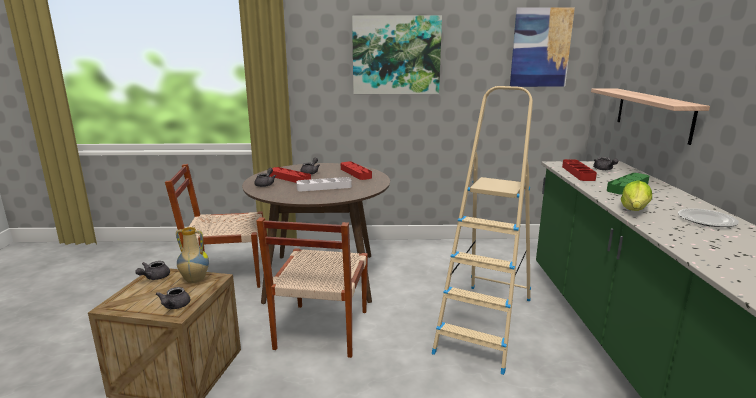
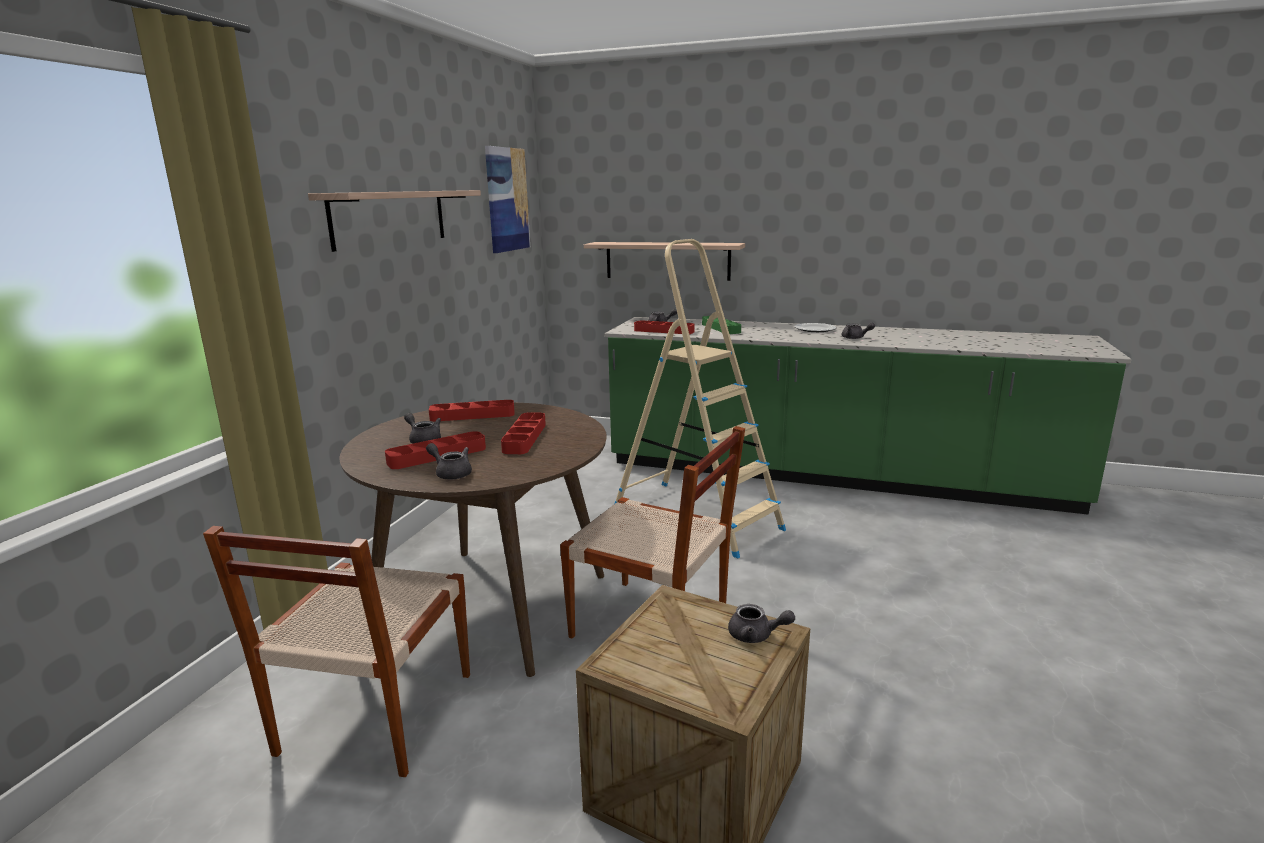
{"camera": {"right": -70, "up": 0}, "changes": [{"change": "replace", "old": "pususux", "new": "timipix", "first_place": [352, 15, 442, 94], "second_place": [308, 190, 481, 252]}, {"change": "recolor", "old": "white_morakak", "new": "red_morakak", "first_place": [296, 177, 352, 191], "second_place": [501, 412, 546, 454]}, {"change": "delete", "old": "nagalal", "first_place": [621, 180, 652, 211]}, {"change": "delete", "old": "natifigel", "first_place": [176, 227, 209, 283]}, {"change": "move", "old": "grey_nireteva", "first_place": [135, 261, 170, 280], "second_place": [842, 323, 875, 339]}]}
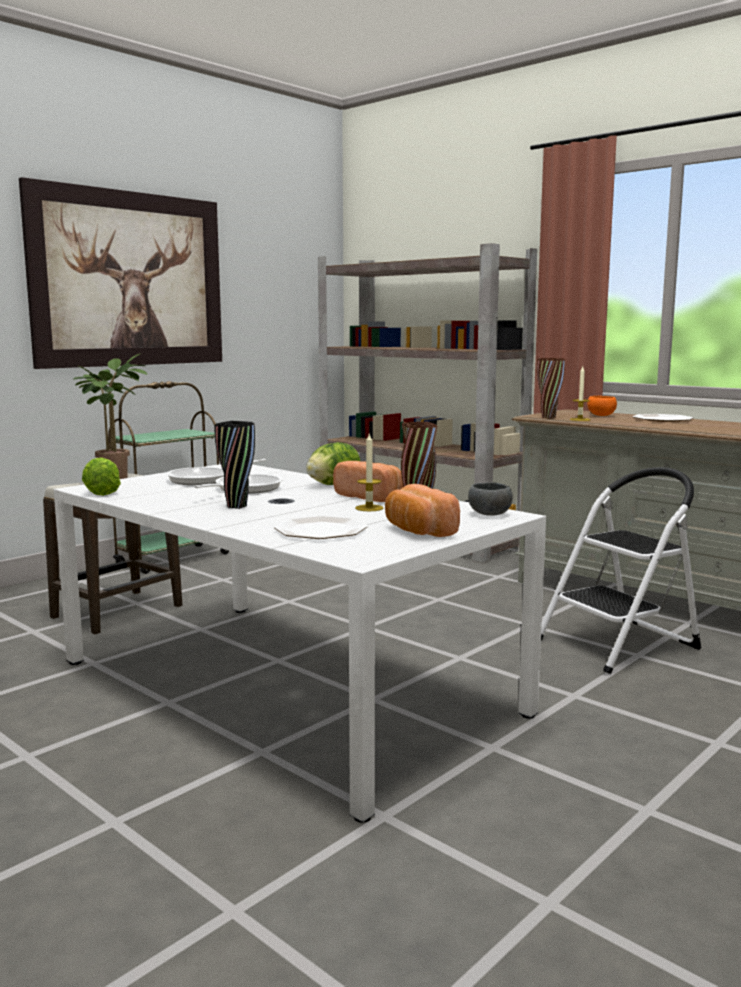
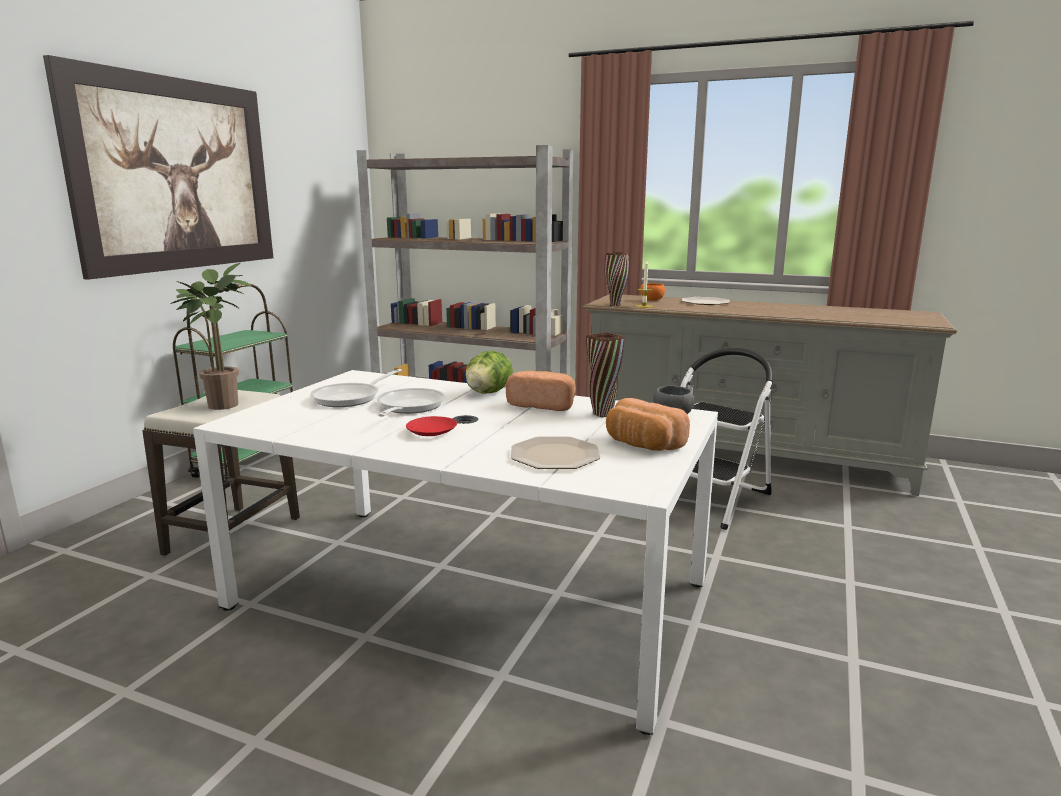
{"camera": {"right": -20, "up": 5}, "changes": [{"change": "replace", "old": "black_natifigel", "new": "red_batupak", "first_place": [215, 421, 255, 509], "second_place": [406, 416, 457, 436]}, {"change": "delete", "old": "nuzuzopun", "first_place": [355, 432, 383, 511]}, {"change": "delete", "old": "nagalal", "first_place": [82, 457, 121, 496]}]}
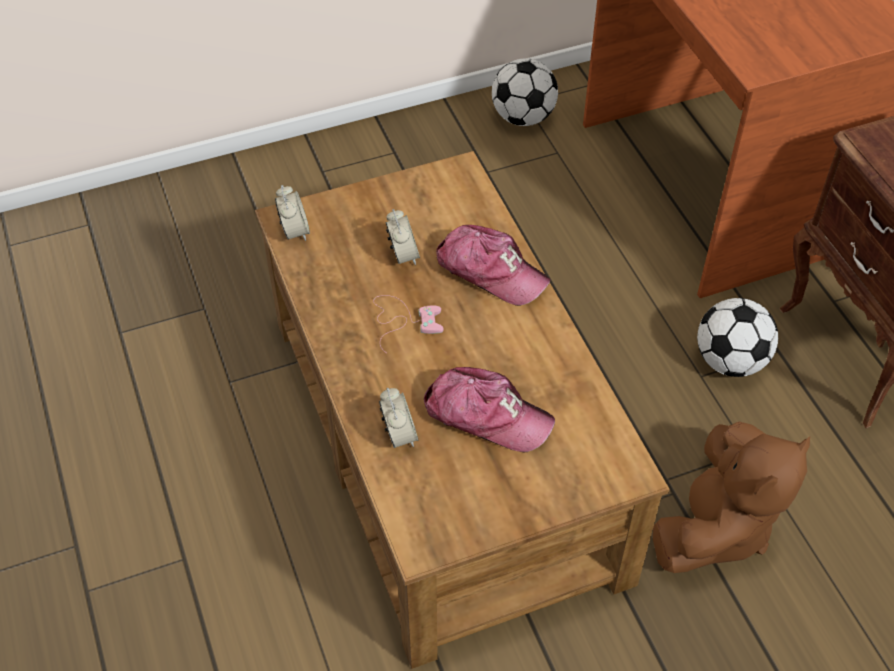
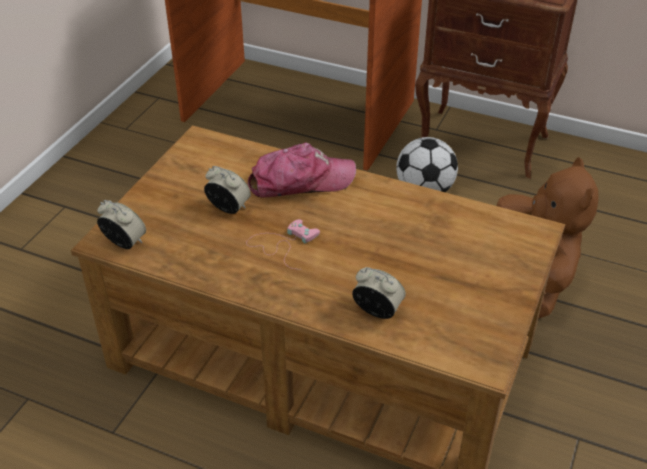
{"camera": {"right": -45, "up": -10}, "changes": [{"change": "delete", "old": "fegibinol", "first_place": [492, 58, 558, 126]}, {"change": "delete", "old": "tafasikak", "first_place": [424, 367, 555, 452]}]}
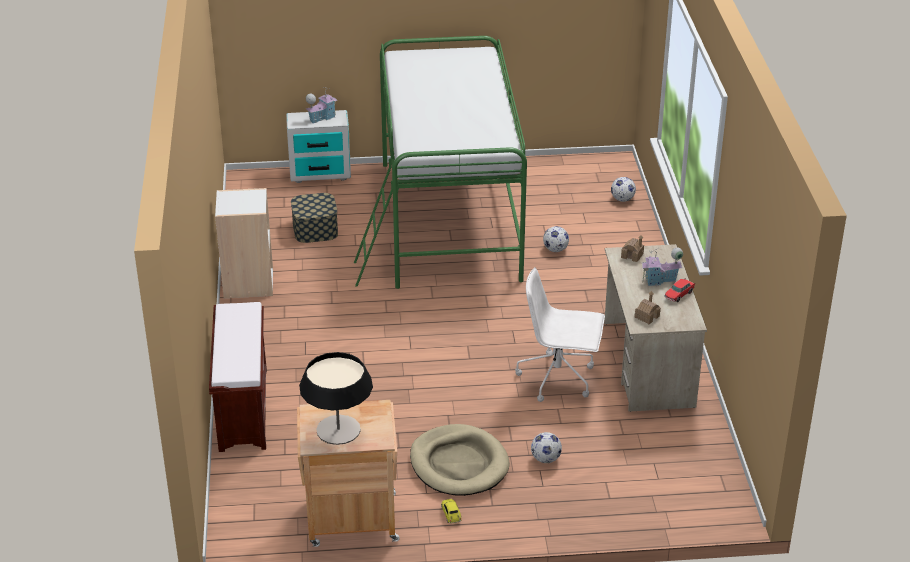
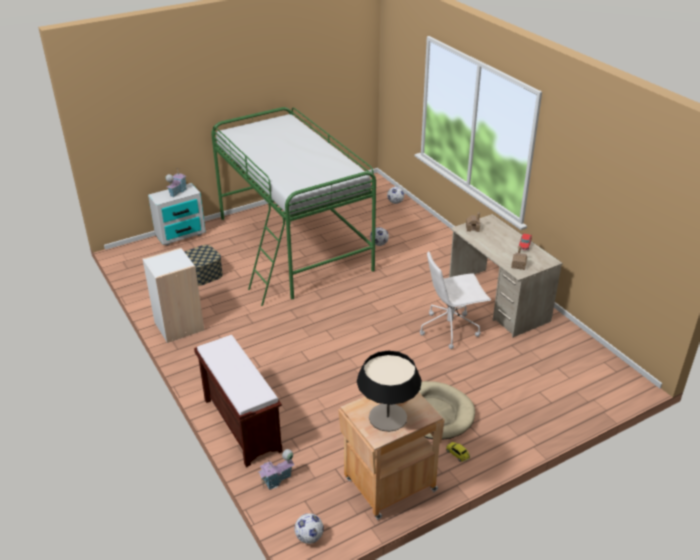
{"camera": {"right": -25, "up": 0}, "changes": [{"change": "move", "old": "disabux", "first_place": [642, 247, 683, 286], "second_place": [257, 449, 294, 490]}, {"change": "move", "old": "fegibinol", "first_place": [531, 432, 562, 463], "second_place": [294, 513, 324, 544]}]}
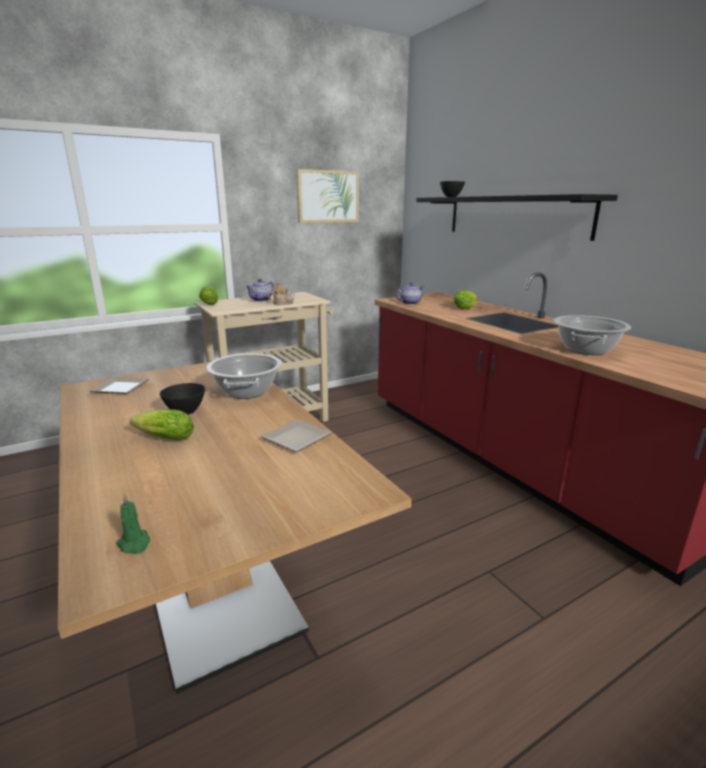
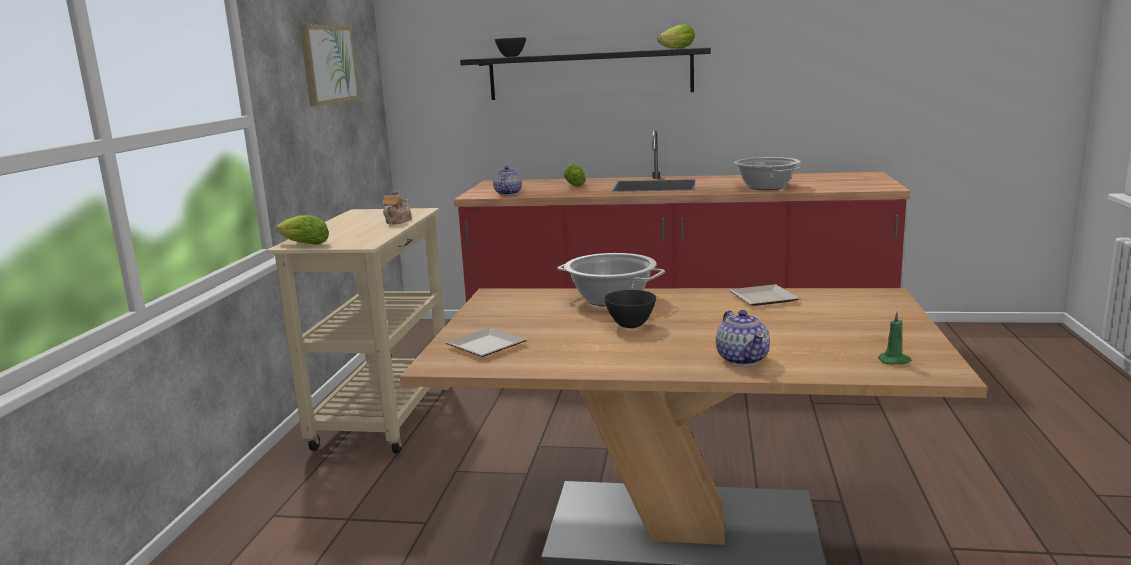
{"camera": {"right": -50, "up": -5}, "changes": [{"change": "move", "old": "nireteva", "first_place": [246, 279, 274, 302], "second_place": [716, 310, 770, 366]}, {"change": "move", "old": "nagalal", "first_place": [129, 409, 194, 440], "second_place": [657, 24, 695, 49]}]}
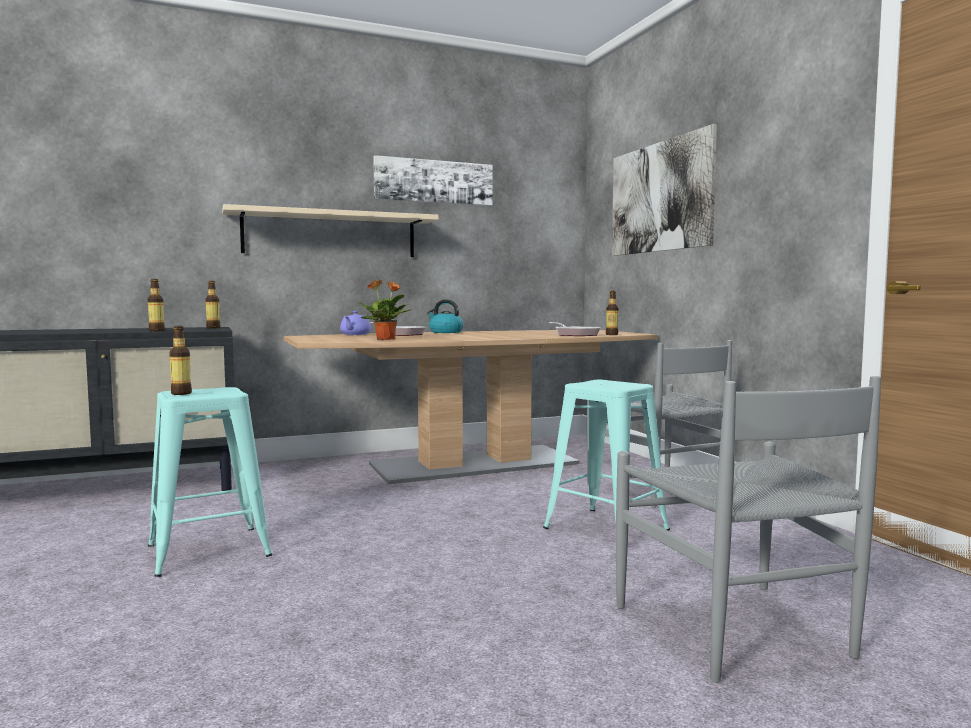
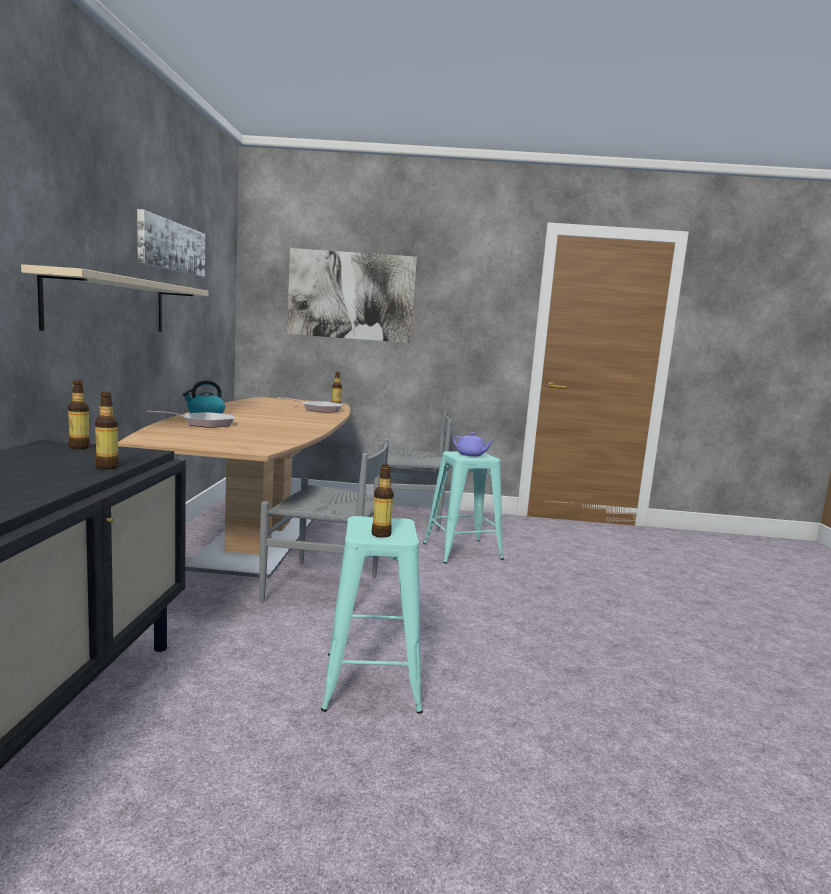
{"camera": {"right": -65, "up": 5}, "changes": [{"change": "delete", "old": "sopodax", "first_place": [359, 280, 412, 340]}, {"change": "move", "old": "purple_nireteva", "first_place": [340, 311, 371, 335], "second_place": [453, 432, 494, 457]}, {"change": "move", "old": "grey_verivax", "first_place": [616, 376, 881, 682], "second_place": [259, 439, 389, 611]}]}
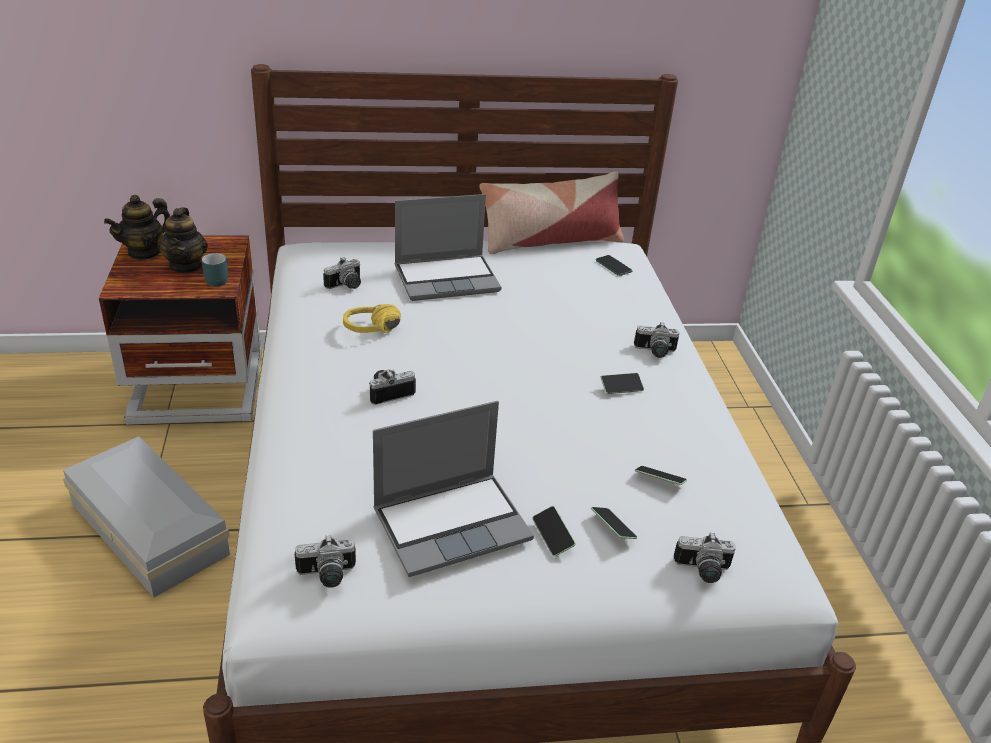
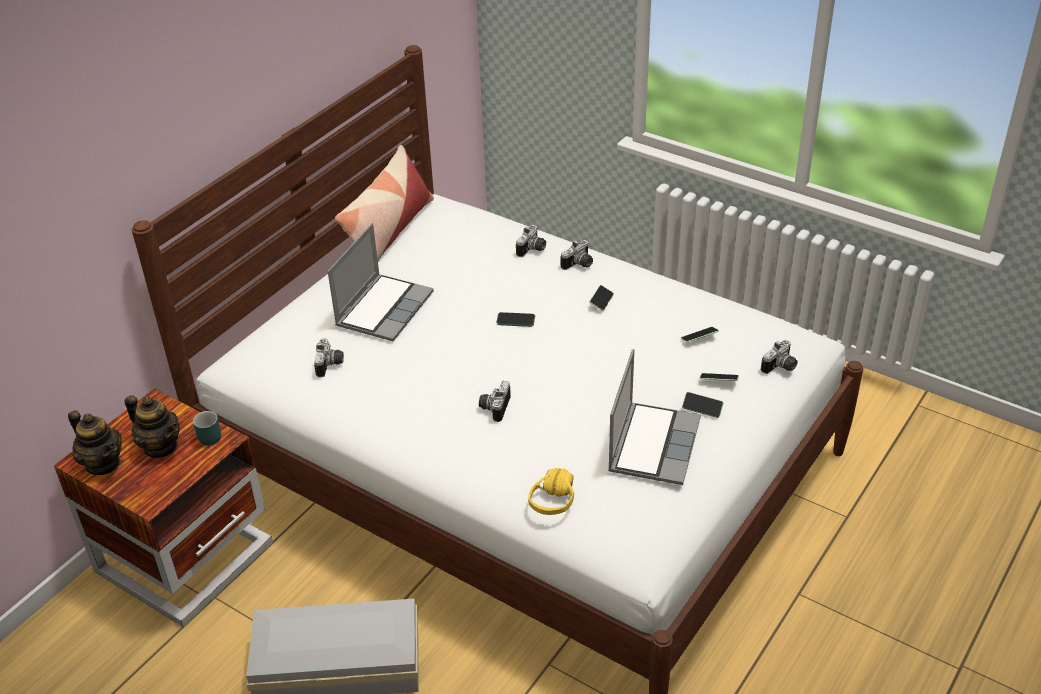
{"camera": {"right": -45, "up": 5}, "changes": [{"change": "rotate", "old": "nireteva", "first_place": [104, 195, 170, 260], "second_place": [68, 410, 122, 475], "degrees": -45}, {"change": "move", "old": "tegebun", "first_place": [596, 255, 632, 276], "second_place": [496, 312, 535, 327]}, {"change": "move", "old": "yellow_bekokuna", "first_place": [343, 304, 401, 333], "second_place": [528, 468, 574, 515]}, {"change": "move", "old": "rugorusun", "first_place": [295, 535, 356, 588], "second_place": [516, 225, 546, 257]}]}
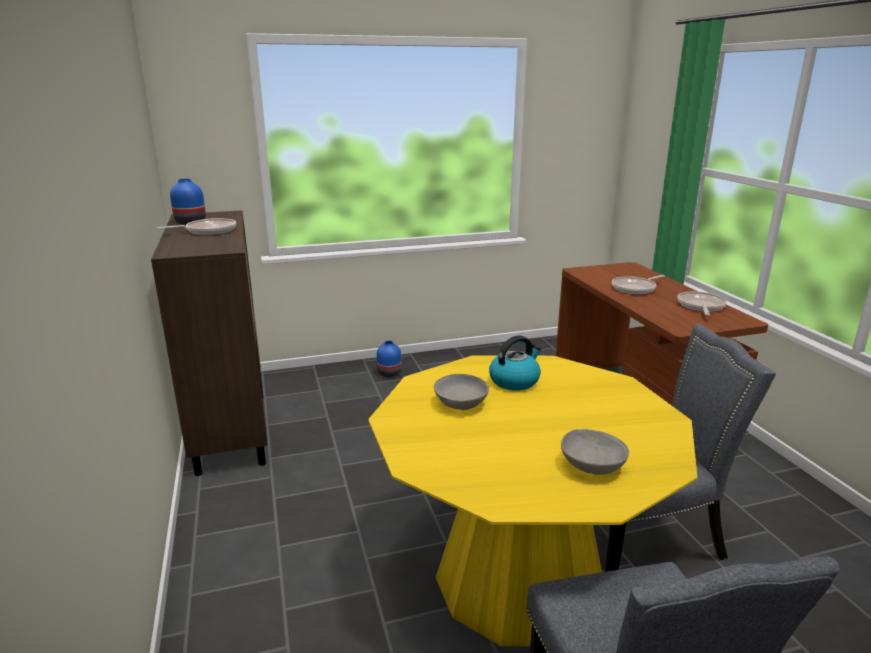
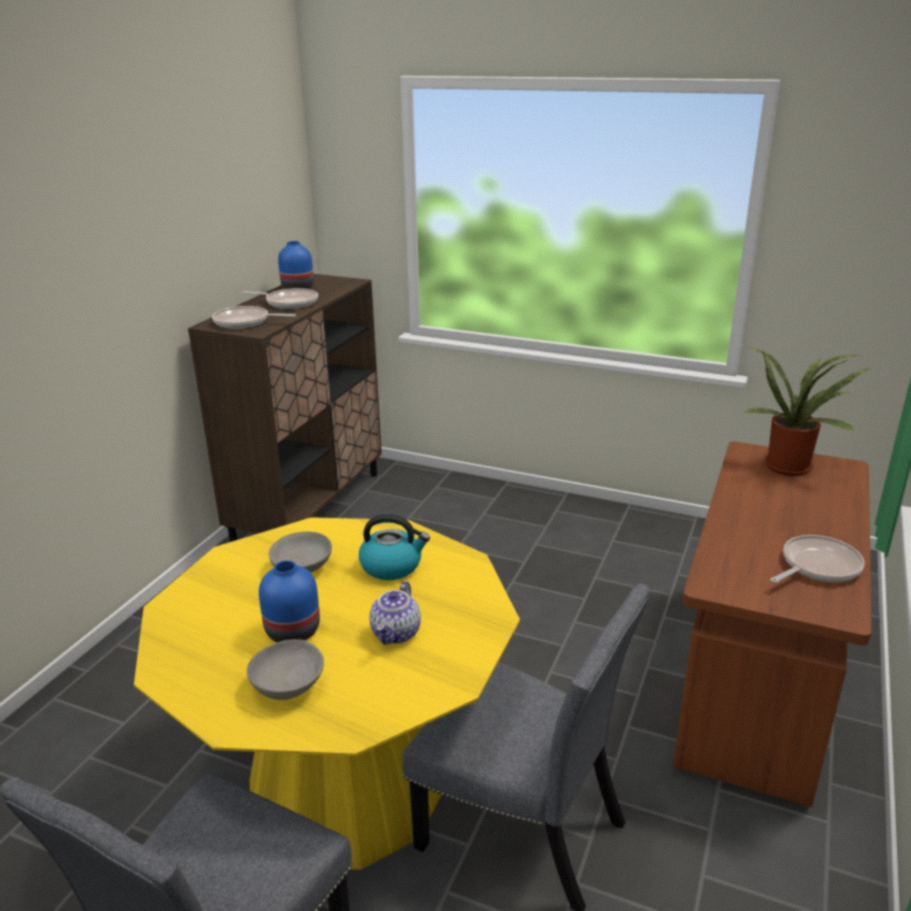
{"camera": {"right": 40, "up": 5}, "changes": [{"change": "move", "old": "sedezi", "first_place": [612, 275, 665, 294], "second_place": [212, 306, 296, 329]}, {"change": "move", "old": "blue_natifigel", "first_place": [377, 341, 402, 377], "second_place": [259, 560, 320, 642]}, {"change": "insert", "new": "sopodax", "second_place": [742, 347, 871, 476]}, {"change": "insert", "new": "nireteva", "second_place": [369, 581, 421, 645]}]}
